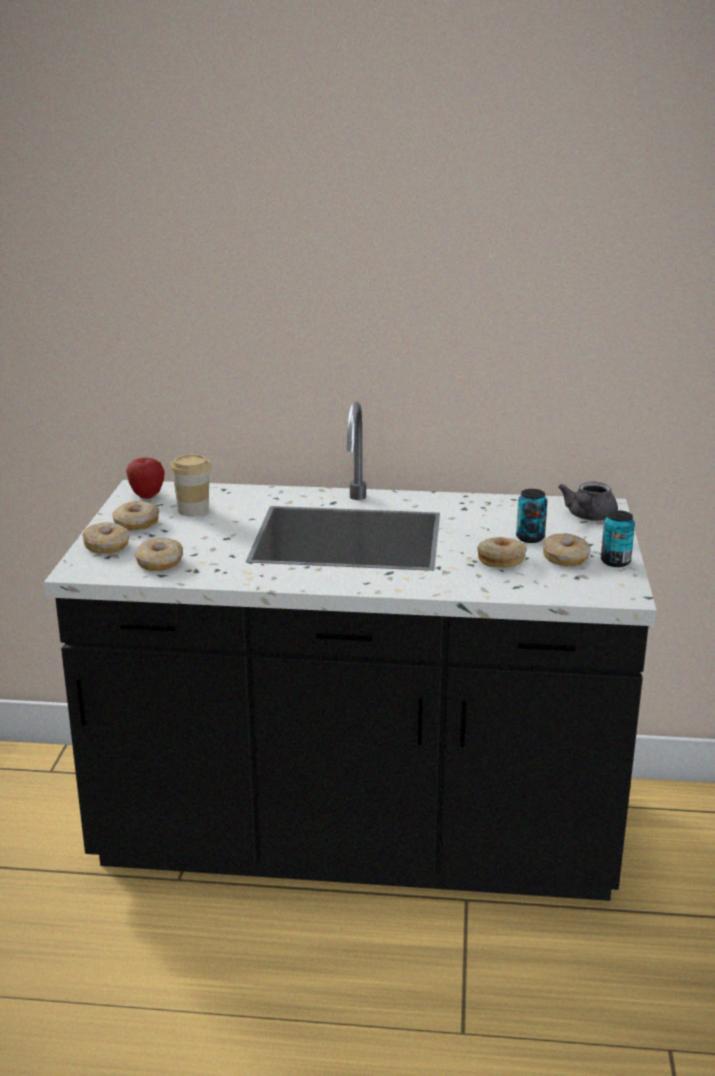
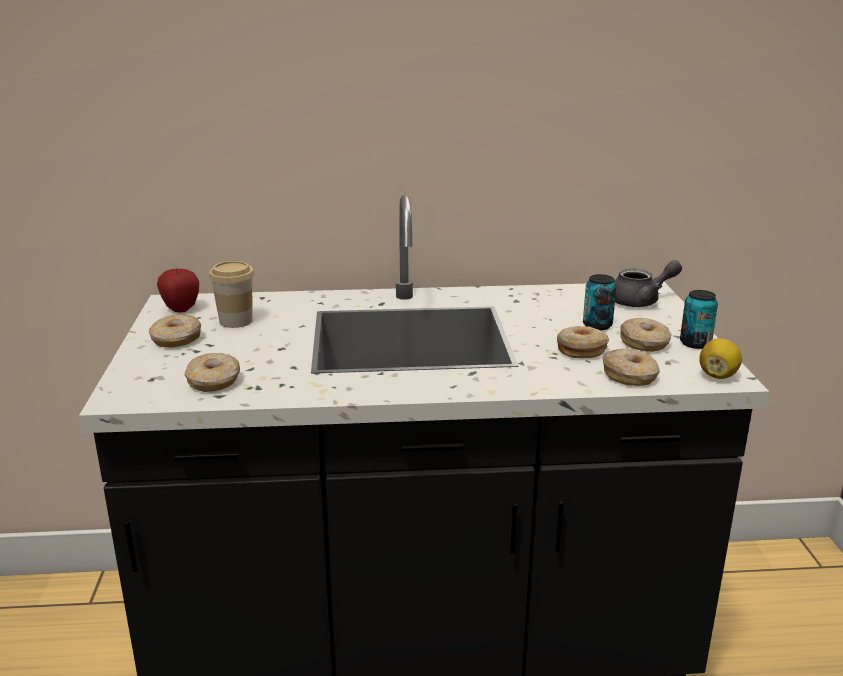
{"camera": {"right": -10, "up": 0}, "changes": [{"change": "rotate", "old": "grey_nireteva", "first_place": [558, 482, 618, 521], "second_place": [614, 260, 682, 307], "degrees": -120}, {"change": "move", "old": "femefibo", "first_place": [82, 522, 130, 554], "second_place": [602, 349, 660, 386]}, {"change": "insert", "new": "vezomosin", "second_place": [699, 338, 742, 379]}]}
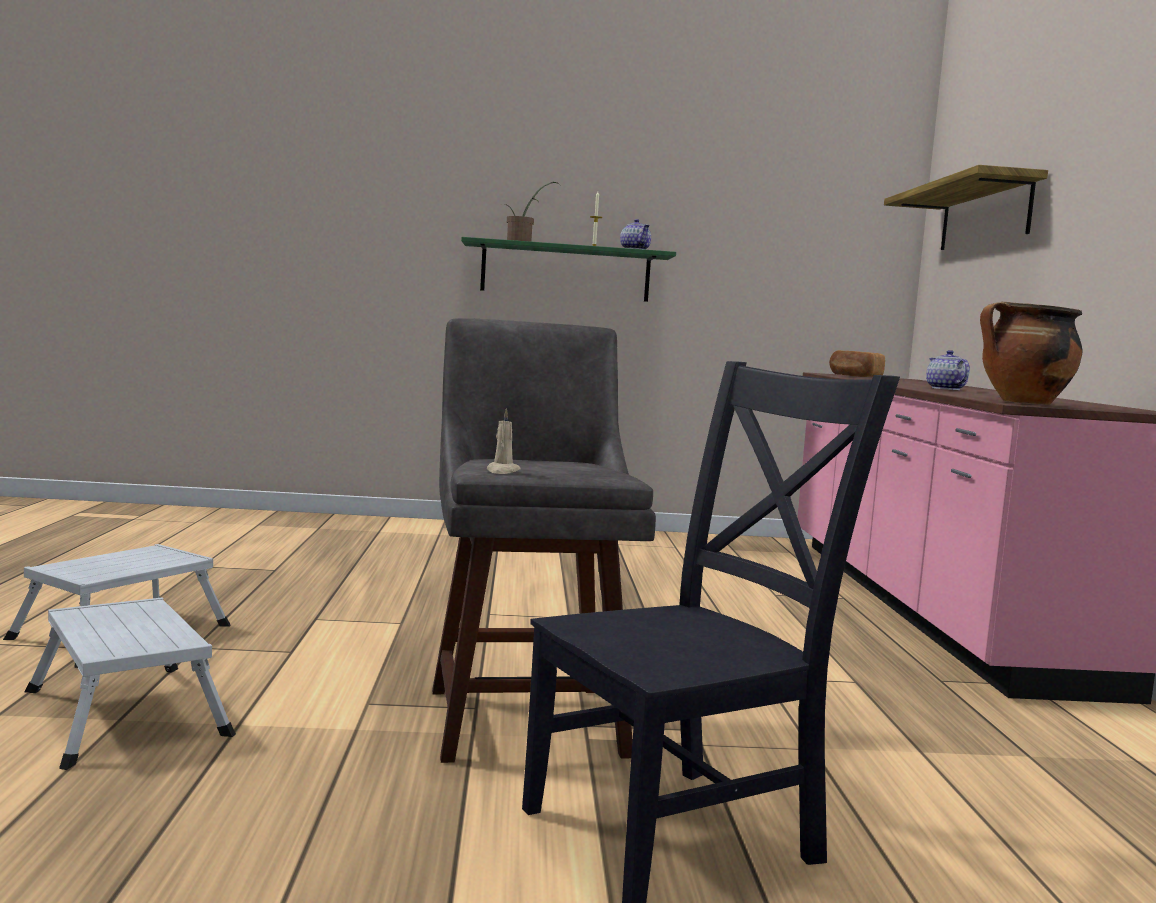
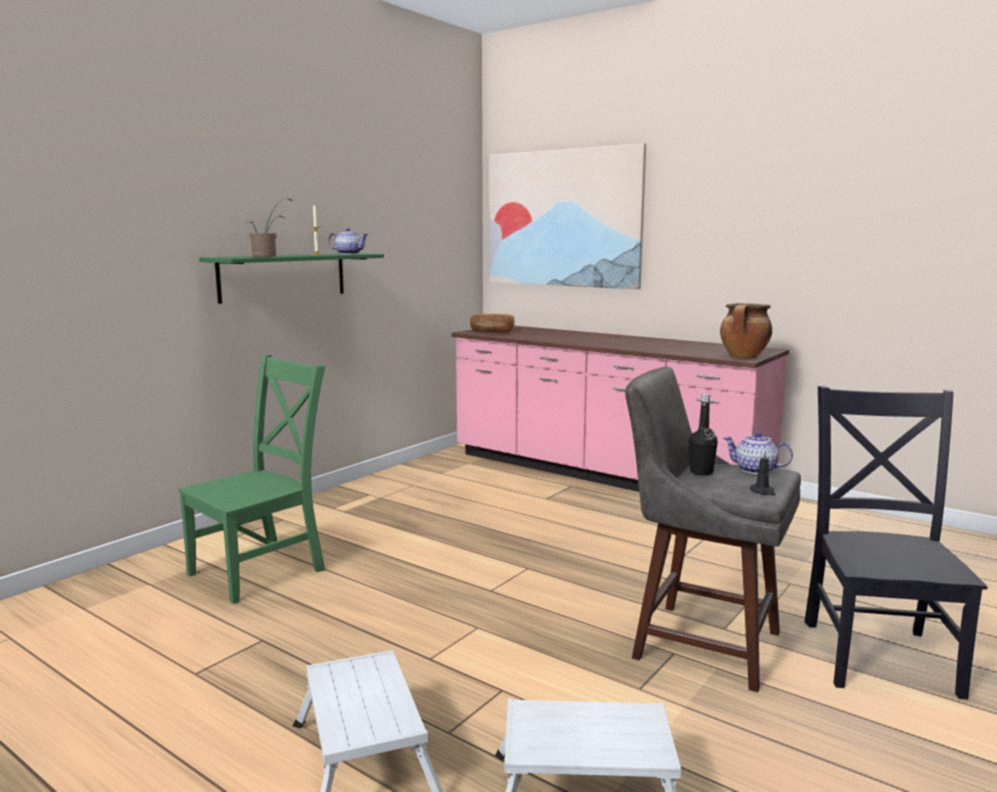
{"camera": {"right": -50, "up": 5}, "changes": [{"change": "replace", "old": "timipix", "new": "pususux", "first_place": [884, 165, 1048, 250], "second_place": [489, 143, 646, 289]}, {"change": "move", "old": "nireteva", "first_place": [926, 350, 970, 390], "second_place": [723, 432, 793, 474]}, {"change": "recolor", "old": "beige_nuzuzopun", "new": "black_nuzuzopun", "first_place": [487, 408, 521, 474], "second_place": [749, 450, 775, 496]}, {"change": "insert", "new": "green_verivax", "second_place": [178, 354, 325, 604]}, {"change": "insert", "new": "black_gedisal", "second_place": [689, 393, 718, 476]}]}
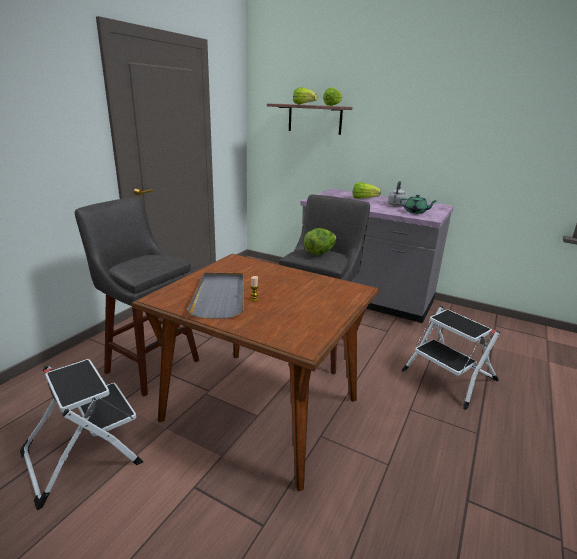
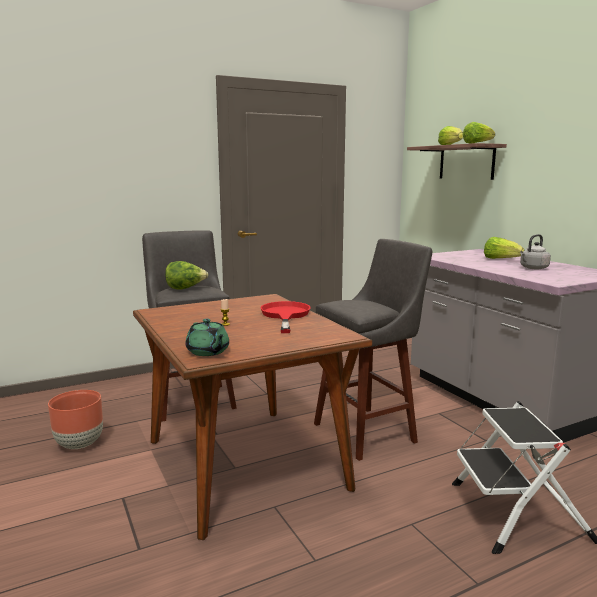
{"camera": {"right": 35, "up": -10}, "changes": [{"change": "move", "old": "green_nireteva", "first_place": [400, 195, 436, 214], "second_place": [185, 319, 229, 356]}, {"change": "move", "old": "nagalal", "first_place": [304, 228, 336, 255], "second_place": [165, 261, 208, 290]}, {"change": "delete", "old": "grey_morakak", "first_place": [187, 273, 244, 319]}, {"change": "replace", "old": "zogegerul", "new": "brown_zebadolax", "first_place": [20, 359, 143, 510], "second_place": [48, 390, 103, 449]}, {"change": "insert", "new": "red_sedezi", "second_place": [260, 301, 311, 333]}]}
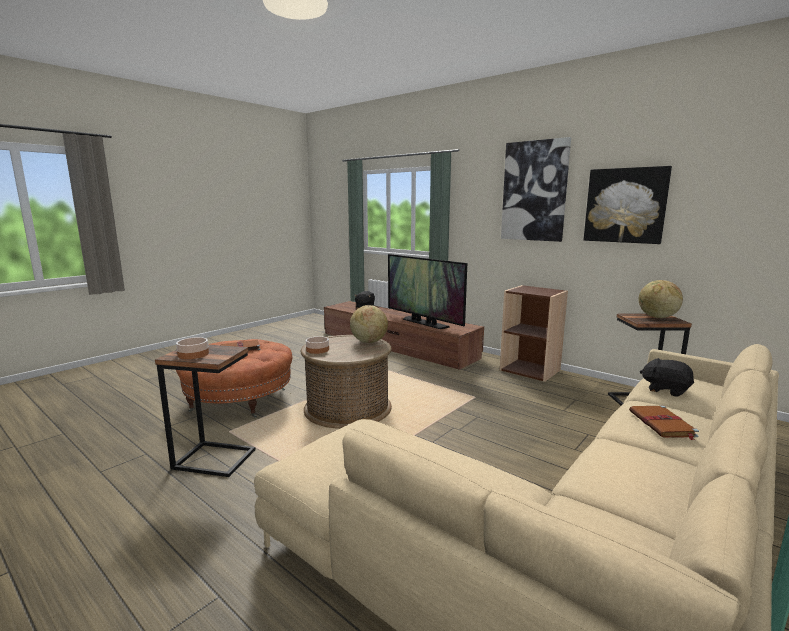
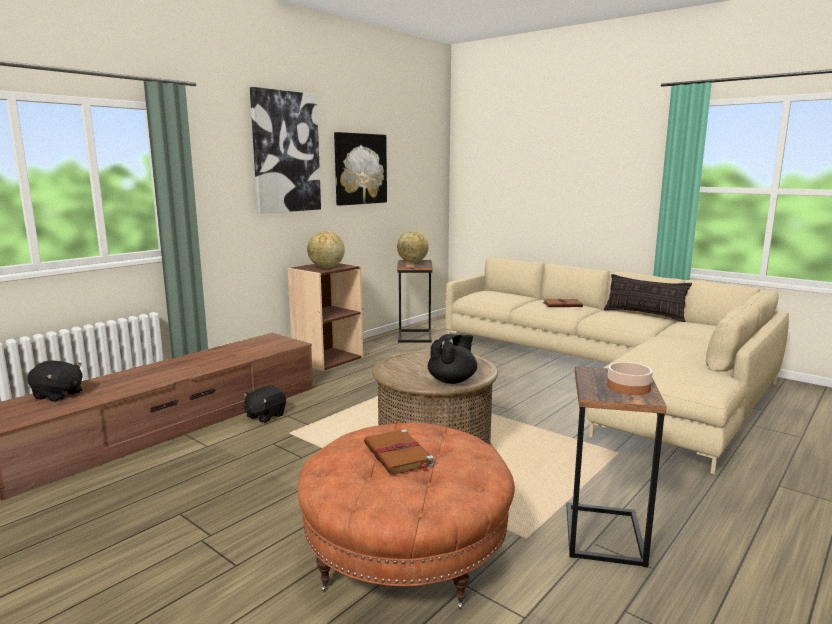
{"camera": {"right": -90, "up": 0}, "changes": [{"change": "delete", "old": "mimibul", "first_place": [388, 254, 467, 329]}, {"change": "move", "old": "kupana", "first_place": [350, 305, 388, 343], "second_place": [307, 231, 345, 268]}, {"change": "replace", "old": "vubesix", "new": "black_nireteva", "first_place": [306, 336, 329, 354], "second_place": [428, 334, 477, 384]}, {"change": "move", "old": "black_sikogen", "first_place": [640, 358, 694, 397], "second_place": [244, 386, 286, 423]}, {"change": "insert", "new": "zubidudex", "second_place": [604, 274, 692, 322]}]}
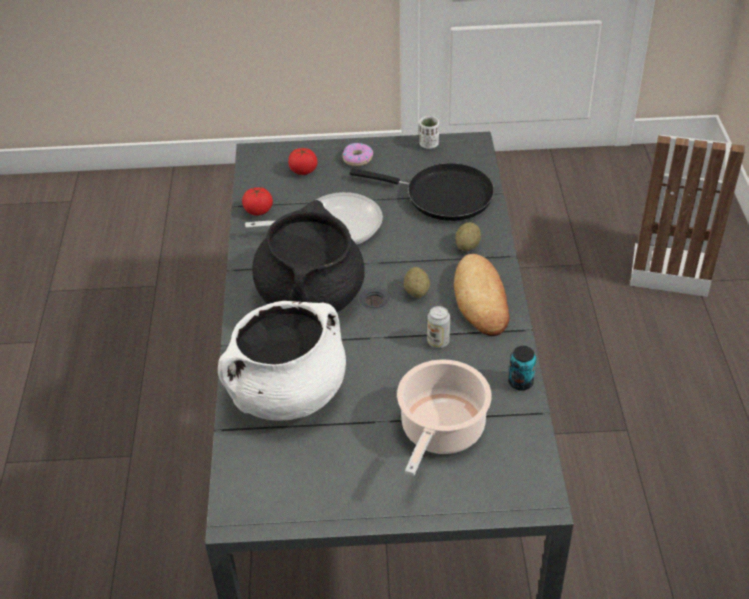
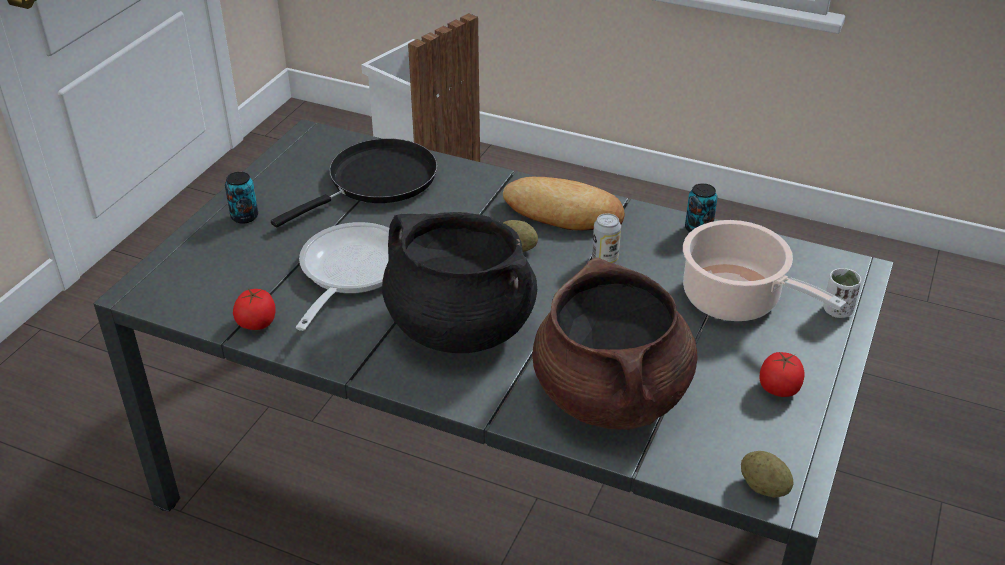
{"camera": {"right": -65, "up": -5}, "changes": [{"change": "move", "old": "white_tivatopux", "first_place": [419, 116, 439, 149], "second_place": [823, 268, 861, 318]}, {"change": "replace", "old": "femefibo", "new": "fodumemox", "first_place": [342, 143, 373, 166], "second_place": [225, 172, 258, 224]}, {"change": "move", "old": "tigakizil", "first_place": [288, 148, 318, 175], "second_place": [759, 352, 804, 397]}, {"change": "move", "old": "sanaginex", "first_place": [455, 222, 481, 251], "second_place": [741, 451, 794, 498]}, {"change": "recolor", "old": "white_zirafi", "new": "brown_zirafi", "first_place": [218, 301, 346, 421], "second_place": [532, 258, 698, 430]}]}
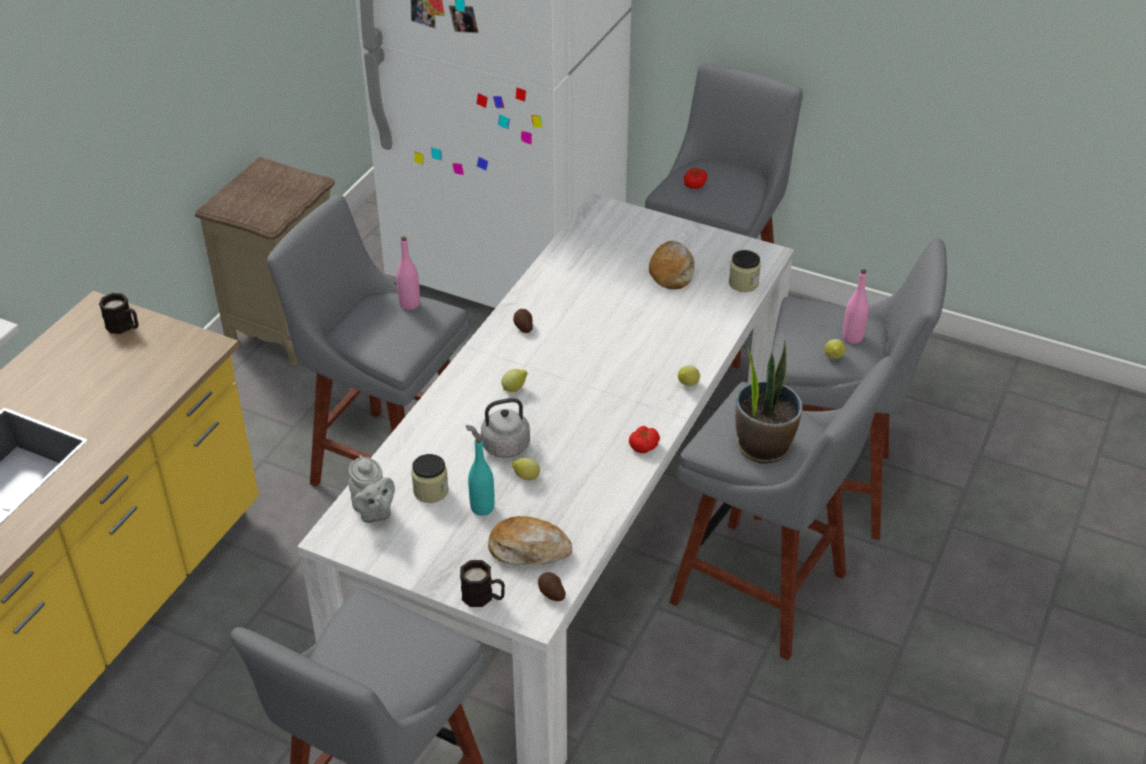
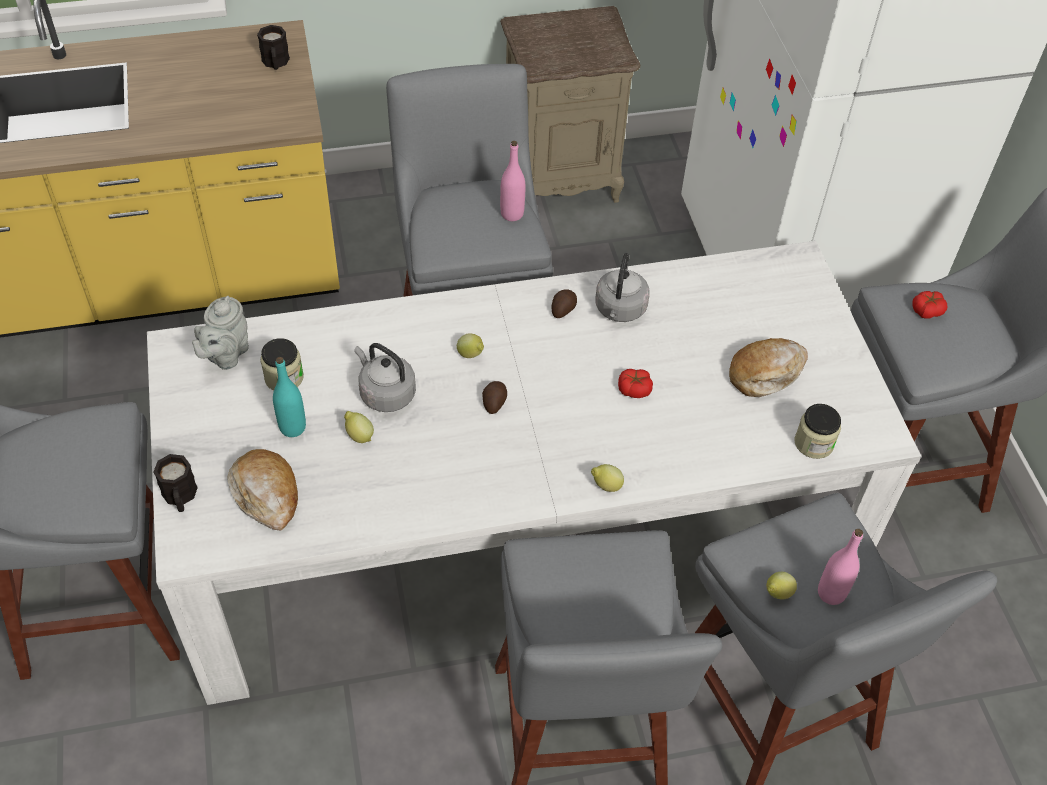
{"camera": {"right": 50, "up": 10}, "changes": [{"change": "delete", "old": "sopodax", "first_place": [735, 340, 803, 464]}, {"change": "move", "old": "tigakizil", "first_place": [629, 426, 660, 453], "second_place": [618, 369, 653, 398]}, {"change": "move", "old": "sanaginex", "first_place": [538, 572, 566, 601], "second_place": [482, 381, 507, 414]}, {"change": "insert", "new": "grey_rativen", "second_place": [595, 253, 649, 322]}]}
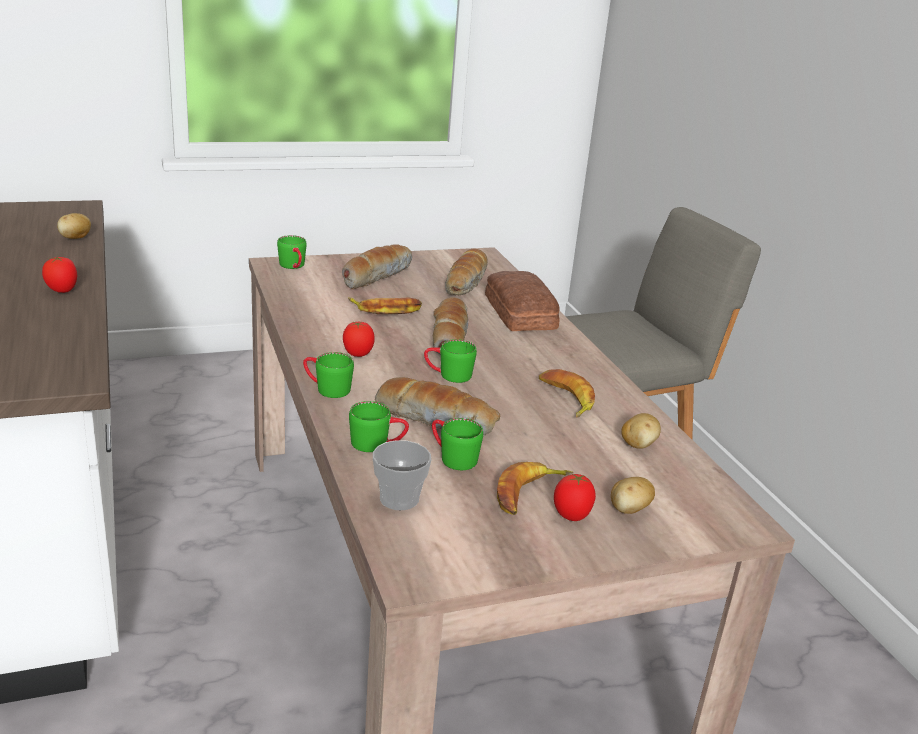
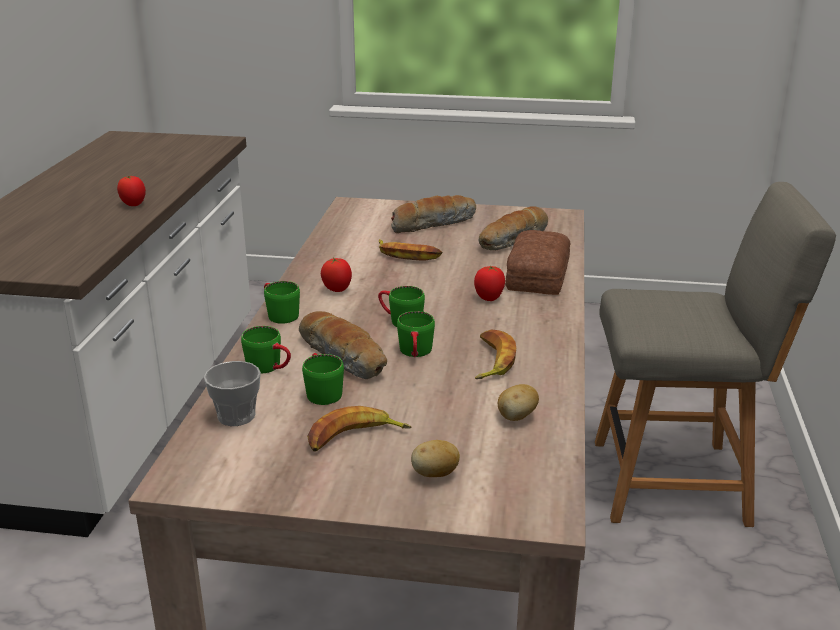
{"camera": {"right": 30, "up": 0}, "changes": [{"change": "delete", "old": "sanaginex", "first_place": [57, 213, 91, 239]}, {"change": "move", "old": "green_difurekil", "first_place": [277, 235, 307, 269], "second_place": [397, 311, 435, 357]}, {"change": "delete", "old": "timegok", "first_place": [433, 297, 468, 355]}, {"change": "move", "old": "tigakizil", "first_place": [554, 474, 596, 521], "second_place": [474, 266, 505, 301]}]}
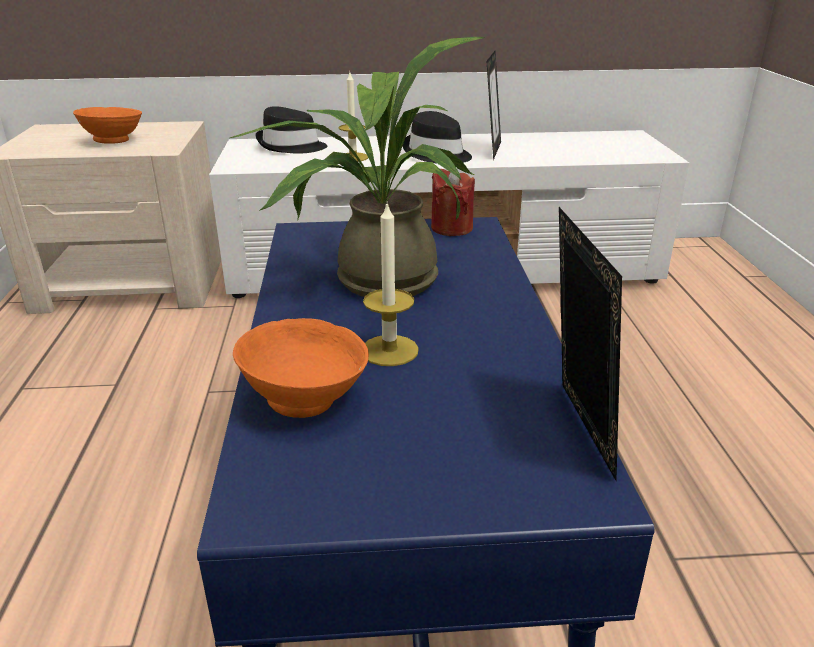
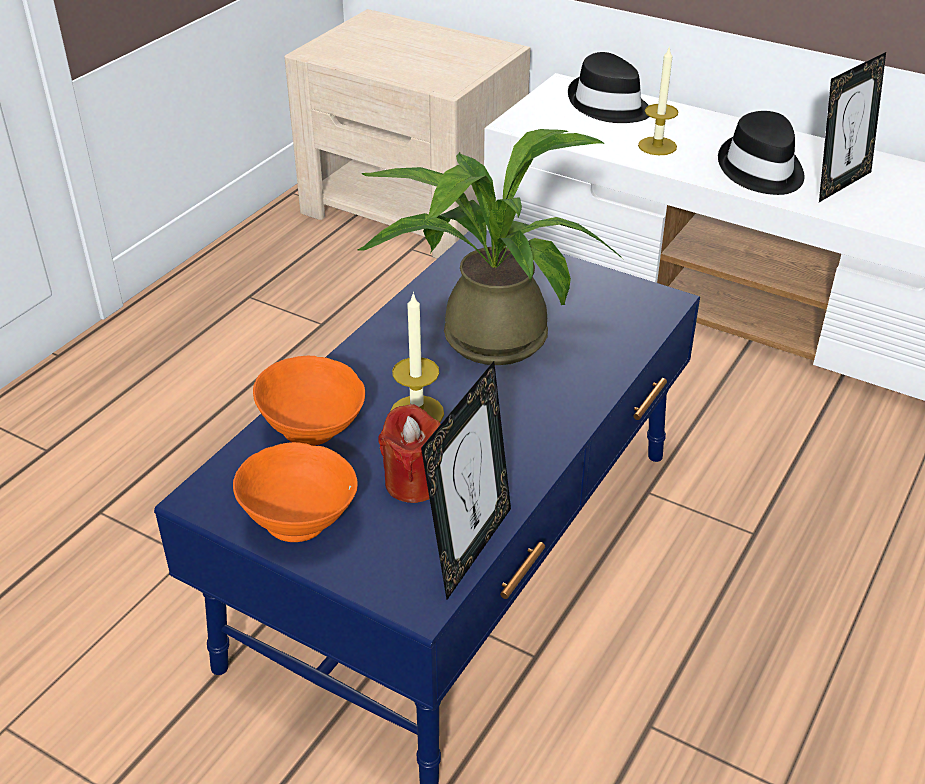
{"camera": {"right": 35, "up": 10}, "changes": [{"change": "move", "old": "orange_vubesix", "first_place": [73, 107, 142, 144], "second_place": [233, 442, 358, 542]}, {"change": "move", "old": "red_nuzuzopun", "first_place": [431, 169, 475, 236], "second_place": [378, 404, 441, 503]}]}
